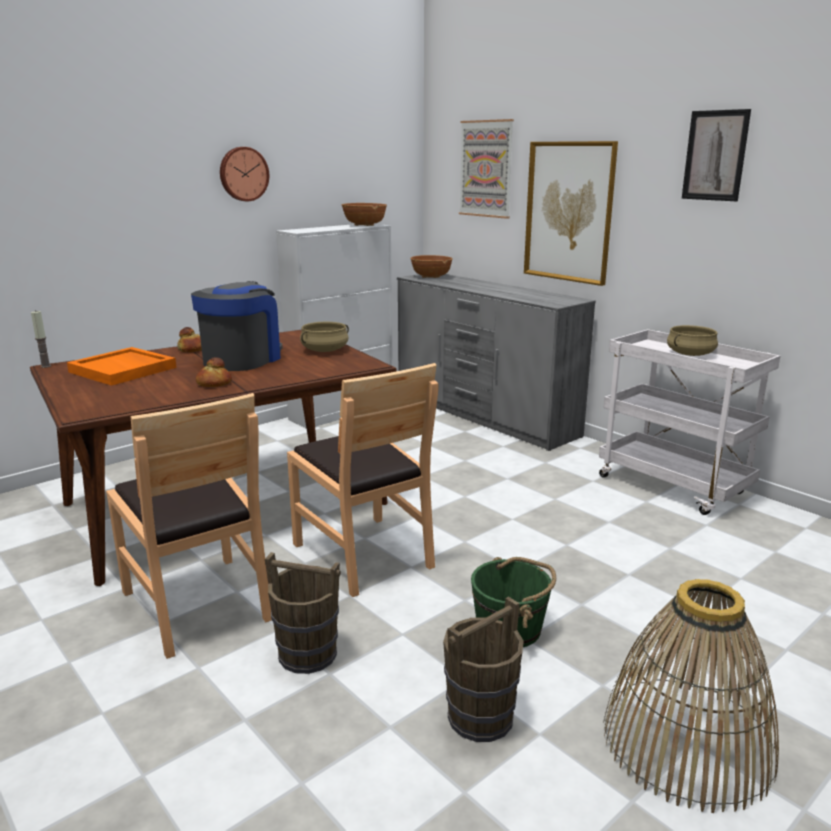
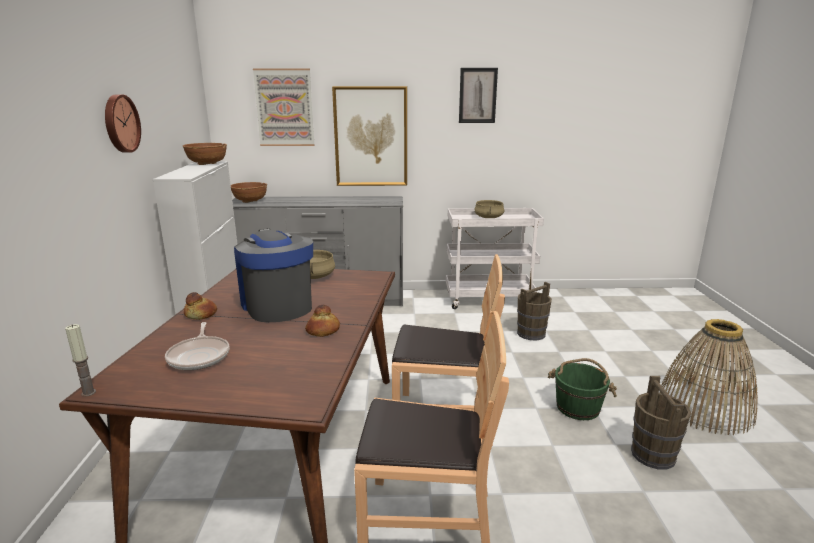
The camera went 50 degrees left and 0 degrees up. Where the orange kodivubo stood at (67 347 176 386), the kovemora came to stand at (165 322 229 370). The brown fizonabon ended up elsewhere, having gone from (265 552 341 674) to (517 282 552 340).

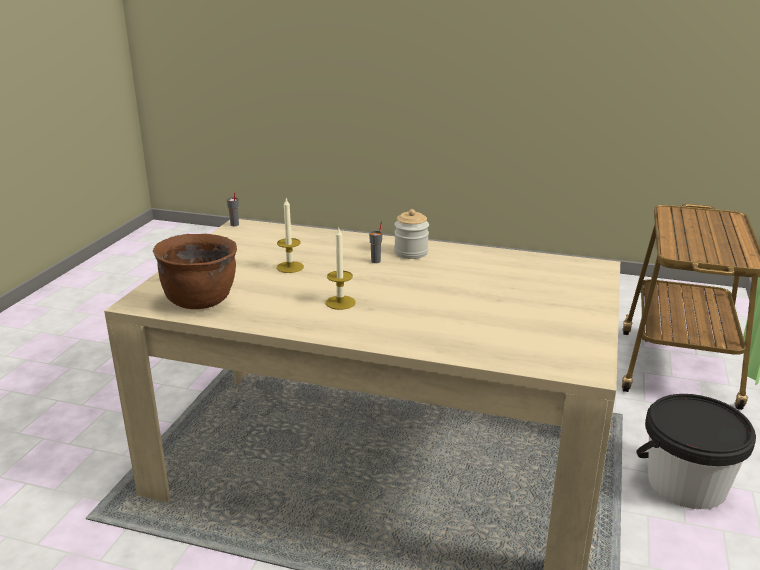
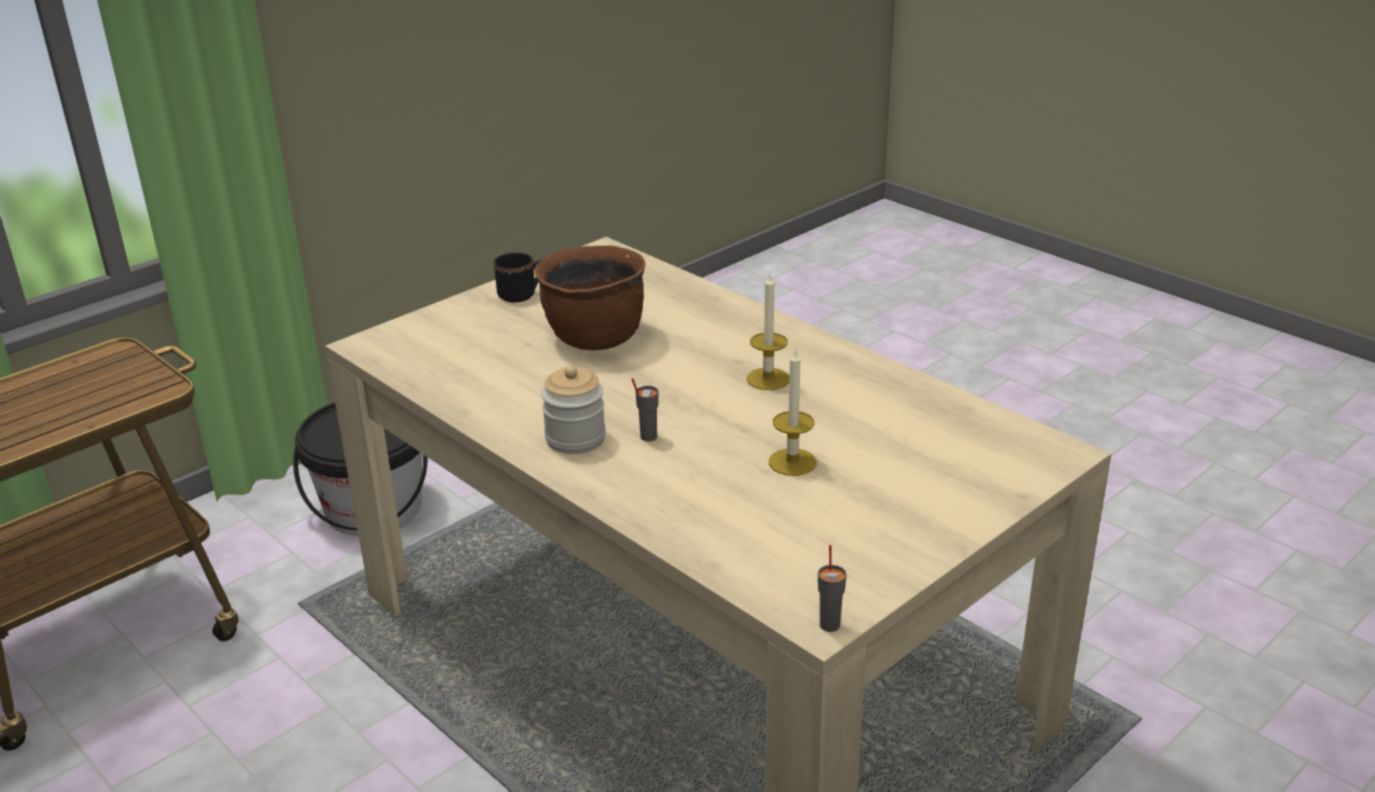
The camera went 150 degrees left and 5 degrees up. The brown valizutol ended up elsewhere, having gone from (153 234 237 309) to (534 245 645 350). The second view gained the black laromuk at (494 253 543 302).

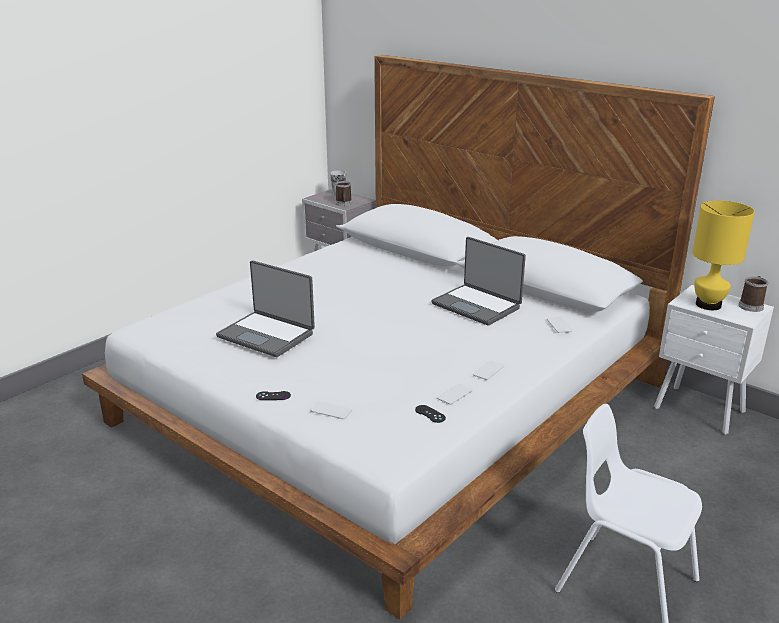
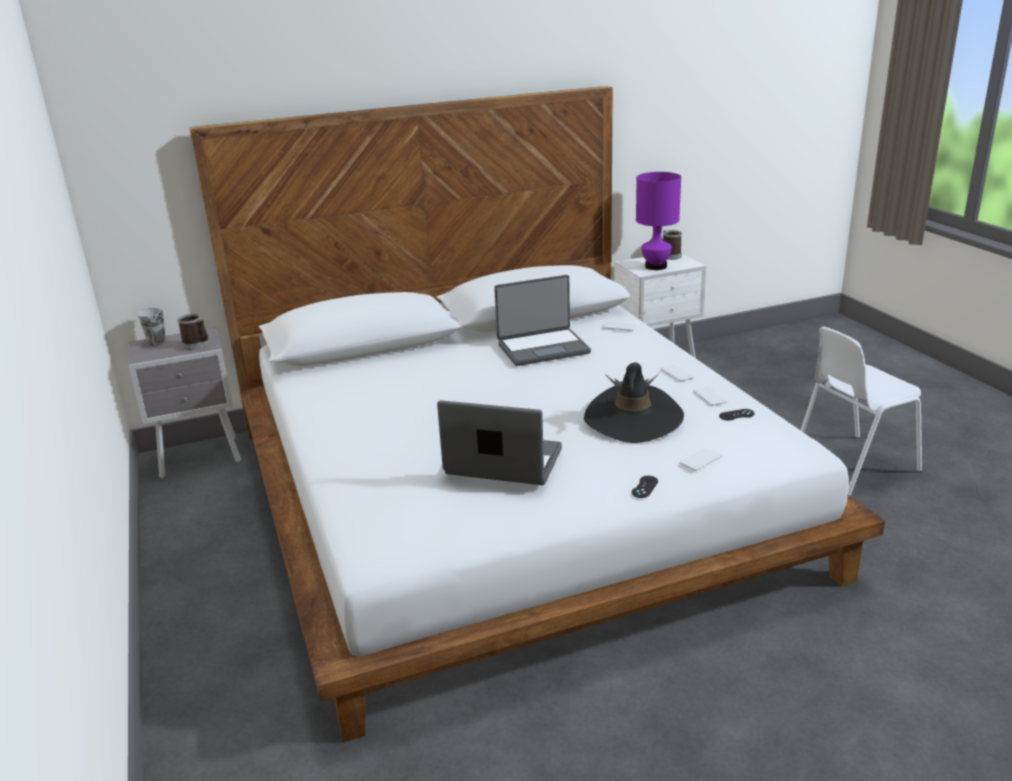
The camera went 60 degrees left and 0 degrees up. What was the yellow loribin at (692 201 755 310) turned into the purple loribin at (636 172 681 270). The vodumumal at (216 260 315 357) ended up facing another way, 135 degrees counterclockwise from before. The second view gained the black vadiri at (584 363 684 443).

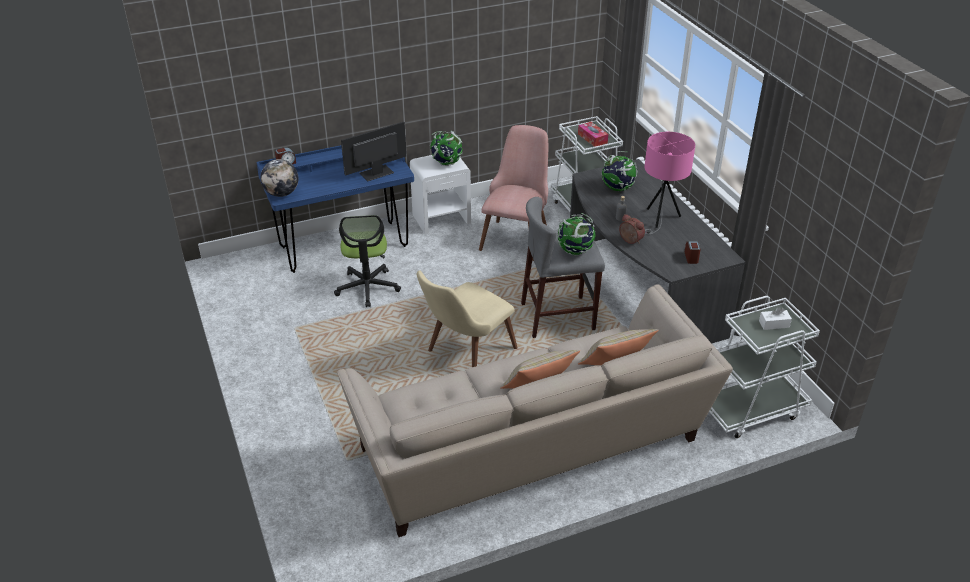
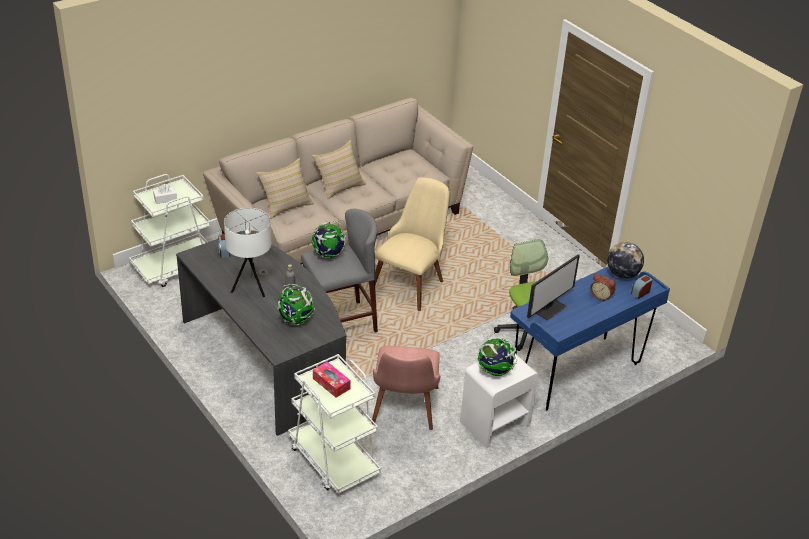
The camera went 165 degrees right and 0 degrees up. What was the pink loribin at (644 132 695 235) turned into the white loribin at (224 208 271 297). The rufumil ended up elsewhere, having gone from (619 214 645 244) to (591 274 616 301).

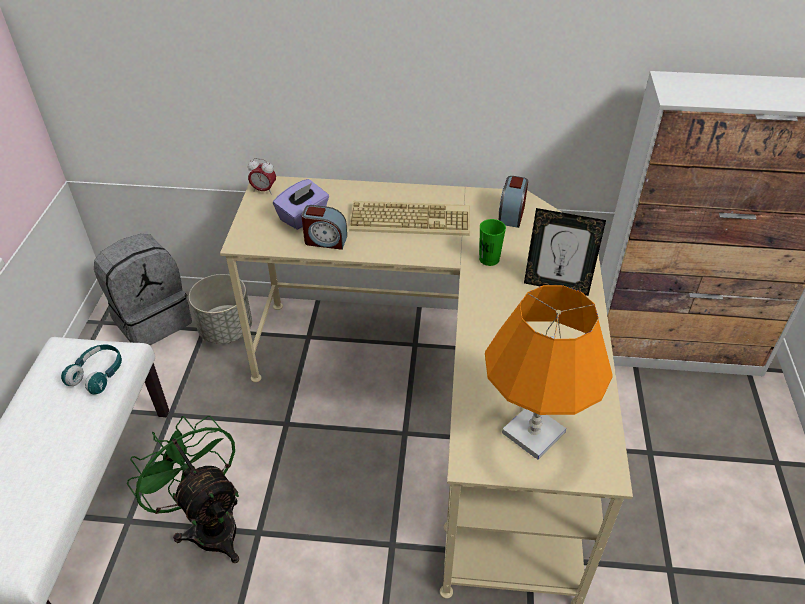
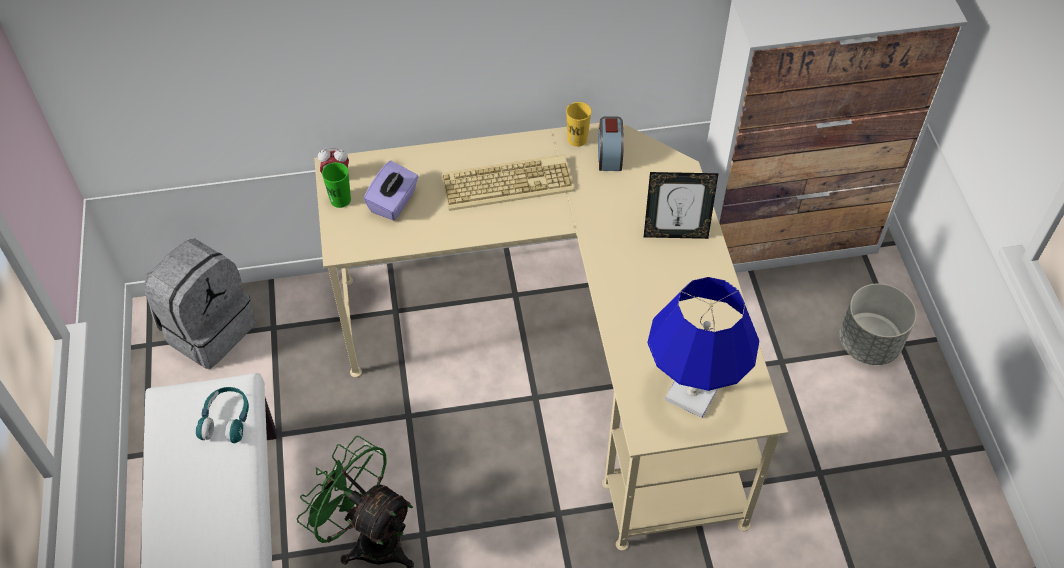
The camera went 15 degrees left and 10 degrees up. The second view lost the rufumil at (301 205 347 250). The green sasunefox ended up elsewhere, having gone from (479 219 506 266) to (322 162 351 208). The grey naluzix ended up elsewhere, having gone from (189 274 252 344) to (839 284 916 365). What was the orange loribin at (485 285 613 460) turned into the blue loribin at (647 277 759 418). The second view gained the yellow sasunefox at (566 102 592 147).

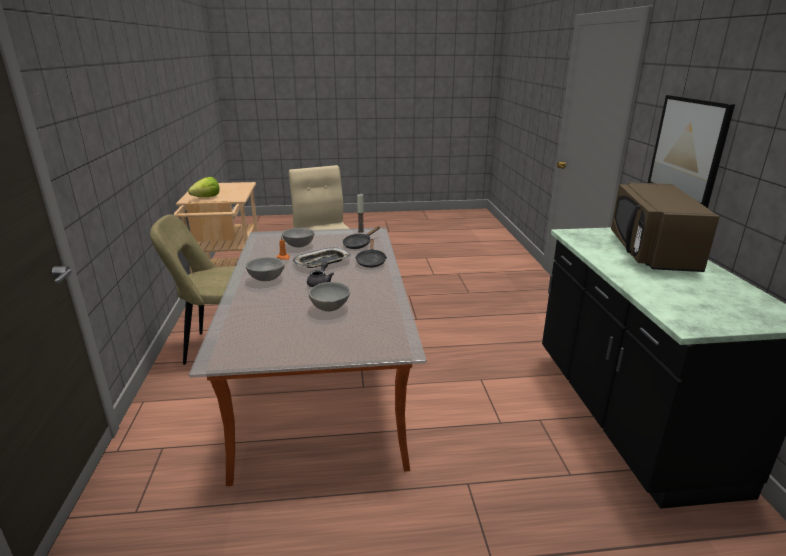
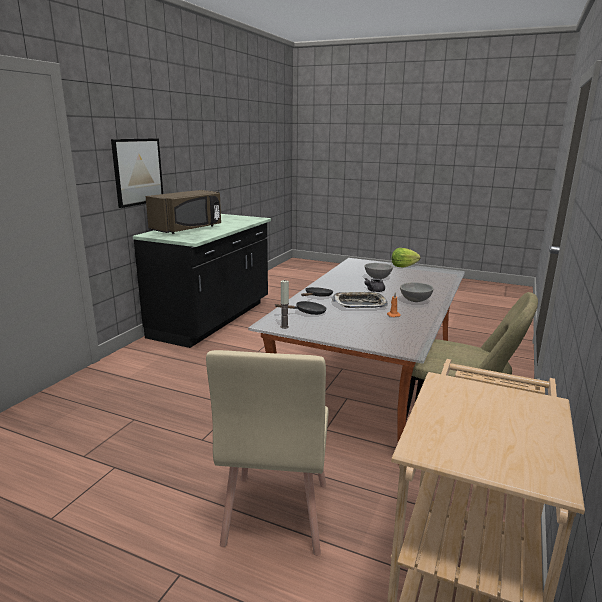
The camera went 150 degrees left and 5 degrees down. The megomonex ended up elsewhere, having gone from (188 177 220 197) to (392 248 420 267). The second view lost the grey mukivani at (282 228 314 247).

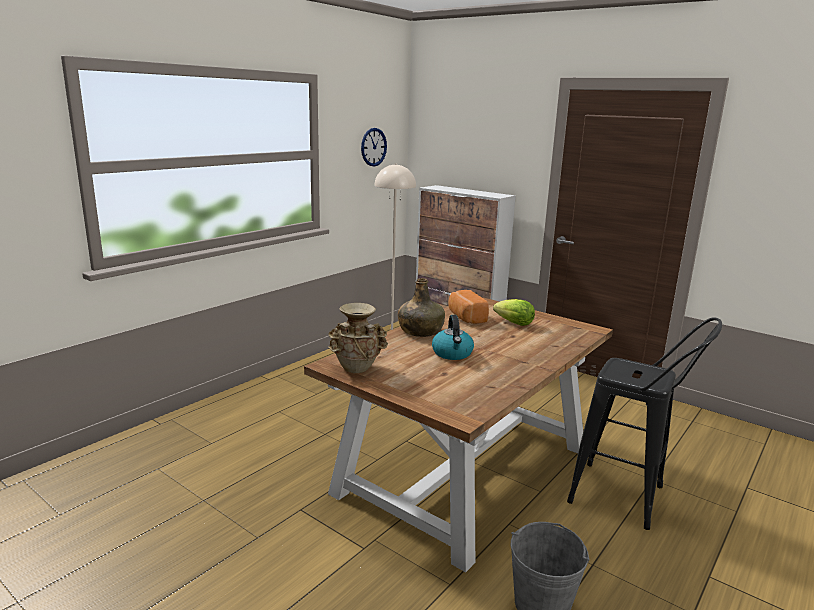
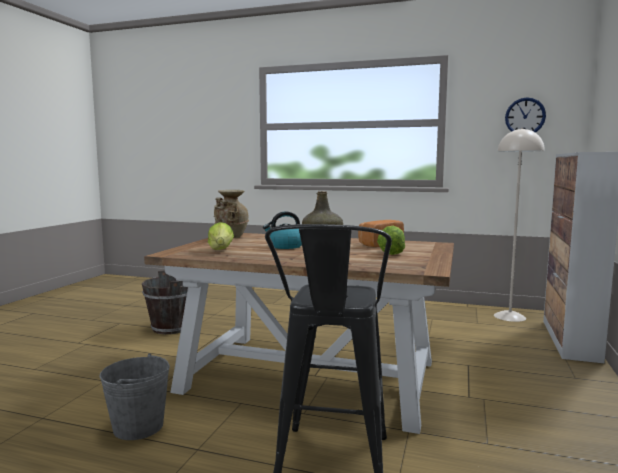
The camera went 70 degrees right and 10 degrees down. The second view gained the megomonex at (208 222 234 250). The second view gained the brown fizonabon at (142 270 188 334).

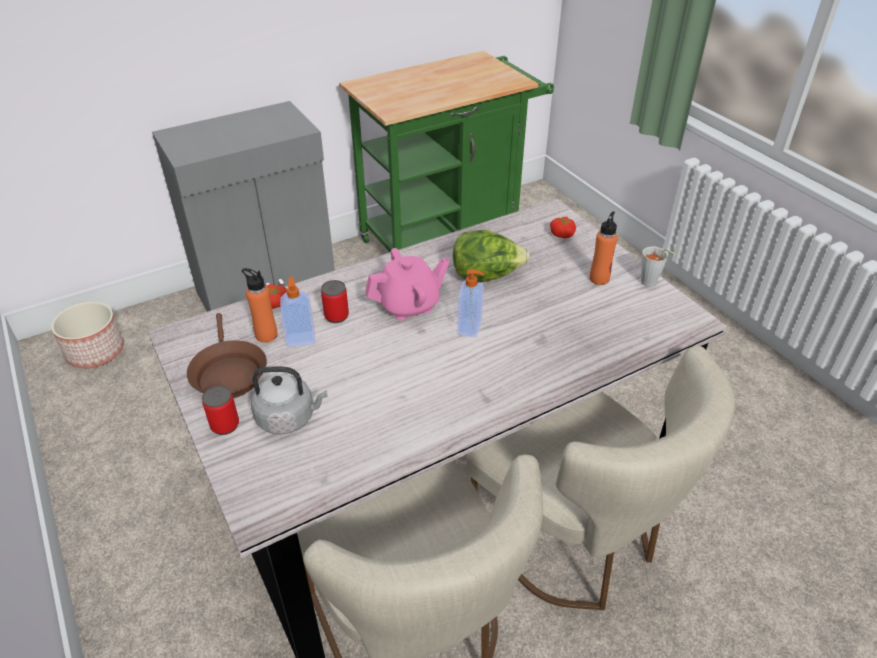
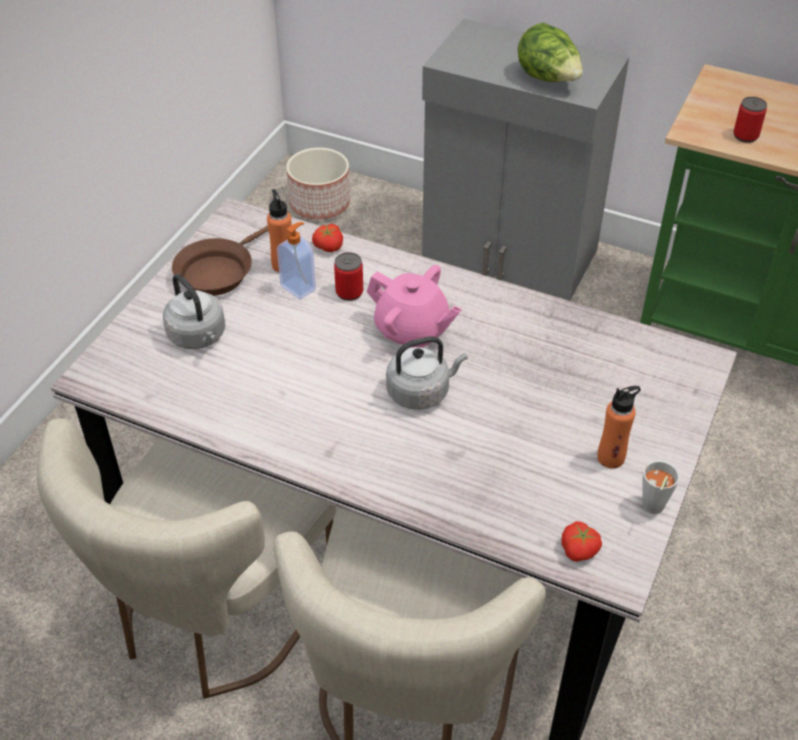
The camera went 55 degrees right and 5 degrees up. The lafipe ended up elsewhere, having gone from (550 217 576 238) to (561 521 602 562). The megomonex ended up elsewhere, having gone from (452 230 530 282) to (518 23 583 82). Where the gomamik stood at (458 269 484 337), the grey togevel came to stand at (386 336 468 410). The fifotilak ended up elsewhere, having gone from (202 385 239 435) to (733 97 767 143).

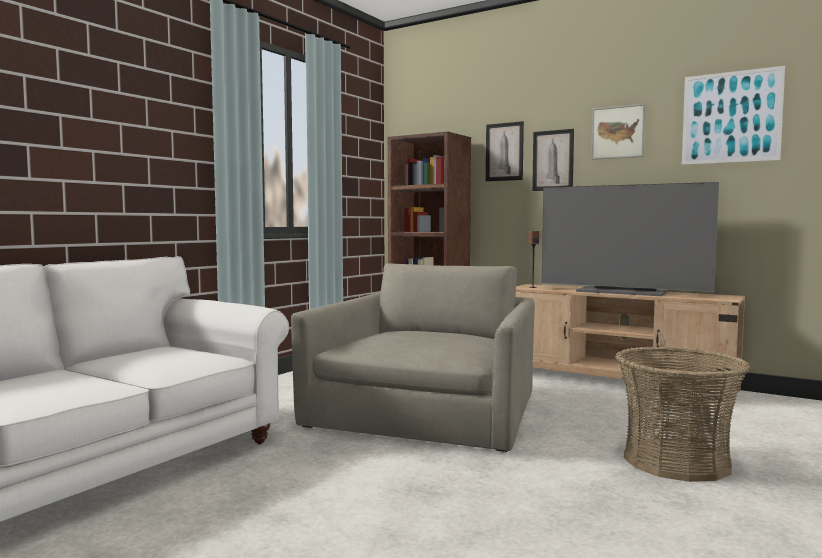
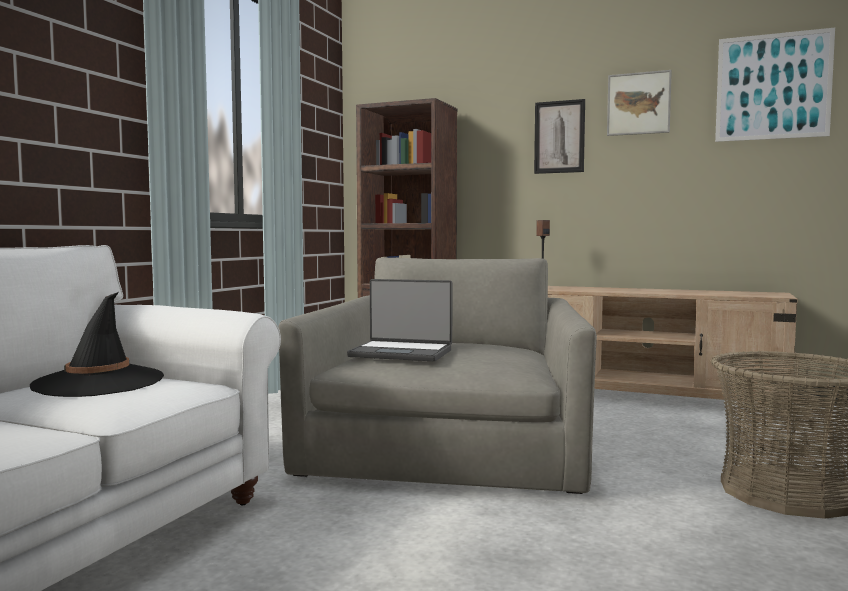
The camera went 10 degrees left and 0 degrees up. The second view lost the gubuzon at (486 121 524 181). The second view lost the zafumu at (542 182 719 296). The second view gained the vodumumal at (347 279 453 361). The second view gained the black vadiri at (30 292 164 397).

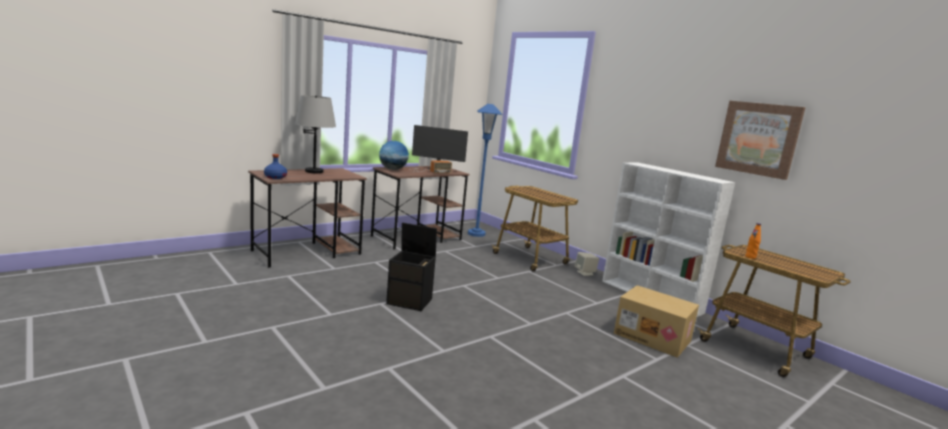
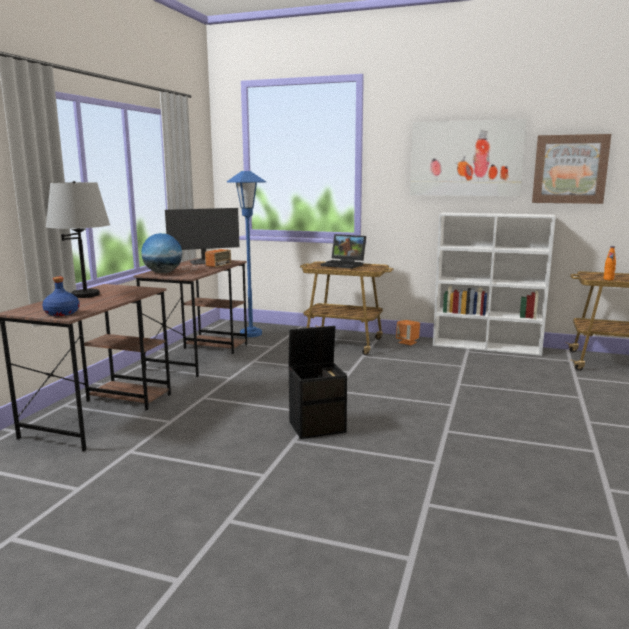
The camera went 30 degrees left and 0 degrees up. What was the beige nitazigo at (575 252 599 276) turned into the orange nitazigo at (396 320 420 345). The second view lost the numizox at (614 285 699 358). The second view gained the gubuzon at (410 119 527 196). The second view gained the vodumumal at (321 234 366 269).

